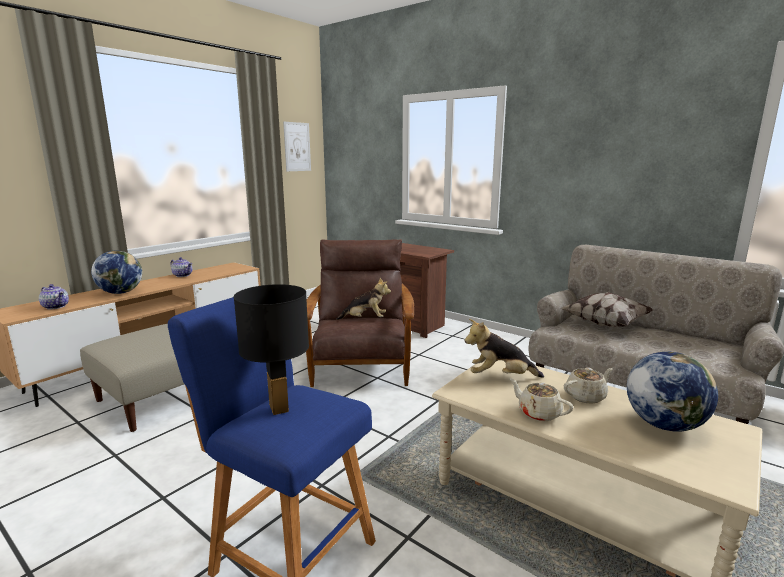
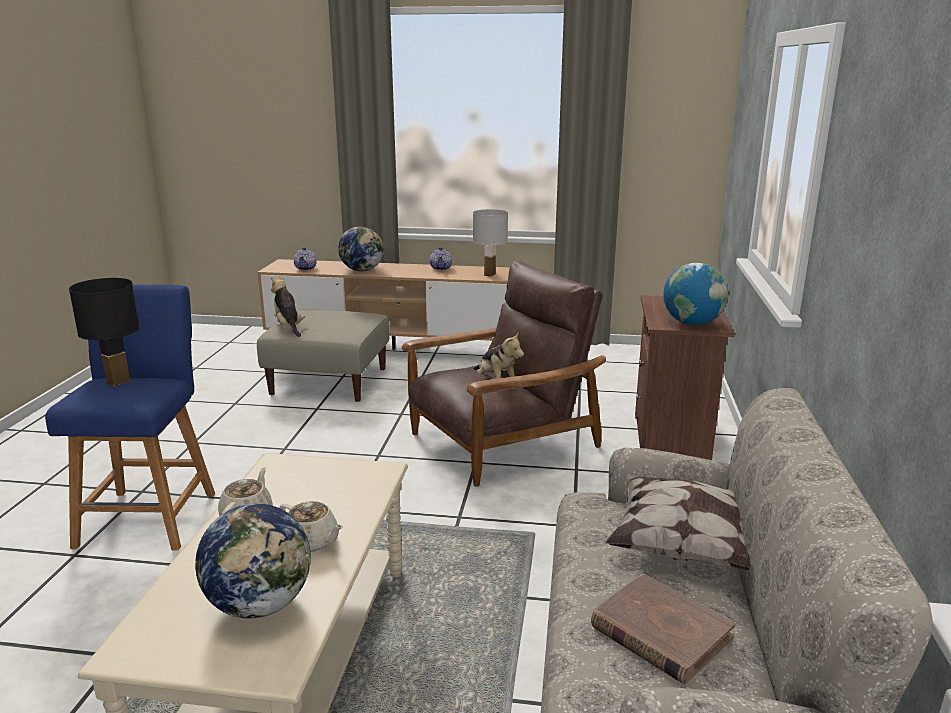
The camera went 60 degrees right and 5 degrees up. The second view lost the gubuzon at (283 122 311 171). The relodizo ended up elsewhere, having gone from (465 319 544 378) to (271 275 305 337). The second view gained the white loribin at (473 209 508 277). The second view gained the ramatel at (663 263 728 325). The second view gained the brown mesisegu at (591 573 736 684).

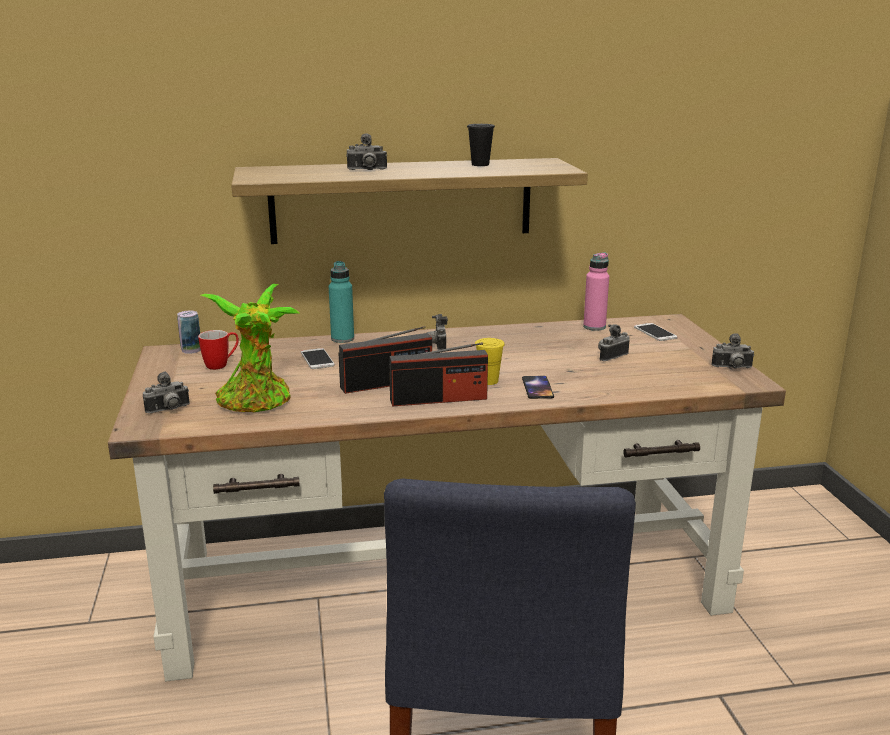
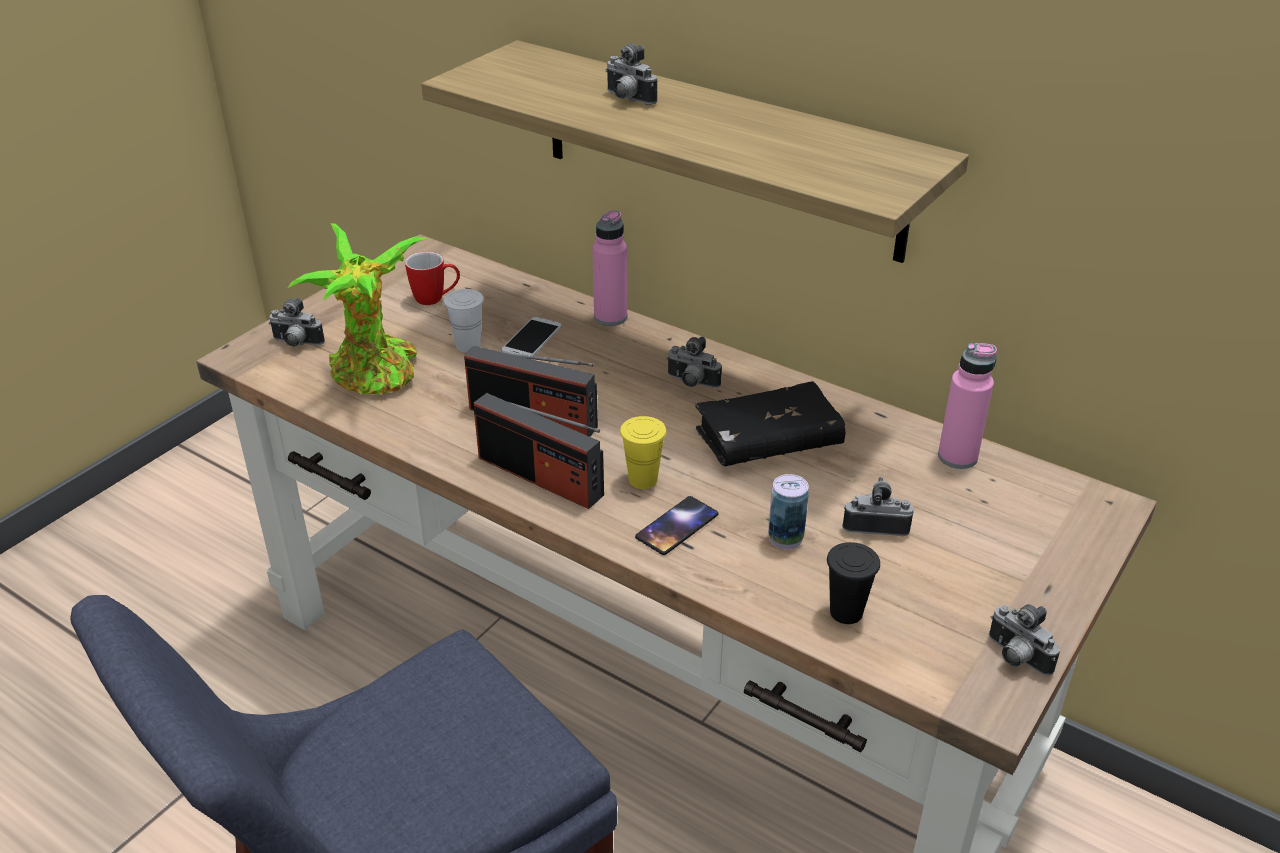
The camera went 45 degrees right and 15 degrees up. The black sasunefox ended up elsewhere, having gone from (467 124 495 166) to (827 542 880 624). What was the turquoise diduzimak at (329 261 354 343) turned into the pink diduzimak at (592 210 627 326). The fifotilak ended up elsewhere, having gone from (177 311 201 354) to (768 474 809 550). The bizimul at (427 314 448 350) ended up facing another way, 105 degrees counterclockwise from before. The second view lost the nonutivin at (634 323 678 341). The second view gained the white sasunefox at (444 289 484 353). The second view gained the black mesisegu at (695 381 846 466).

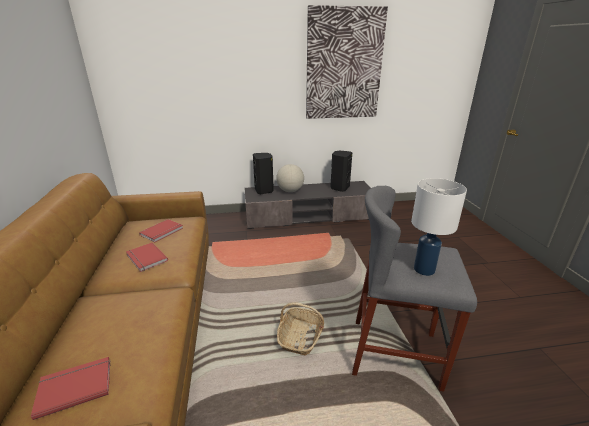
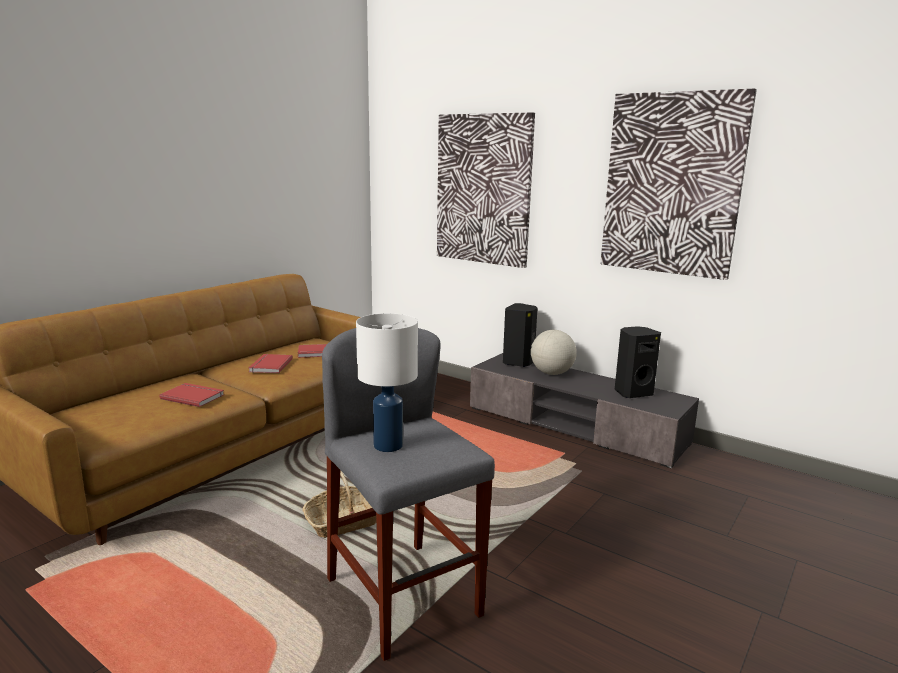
The camera went 45 degrees right and 10 degrees down. The red mesisegu ended up elsewhere, having gone from (31 357 111 420) to (160 383 224 407). The second view gained the gubuzon at (437 112 535 268).

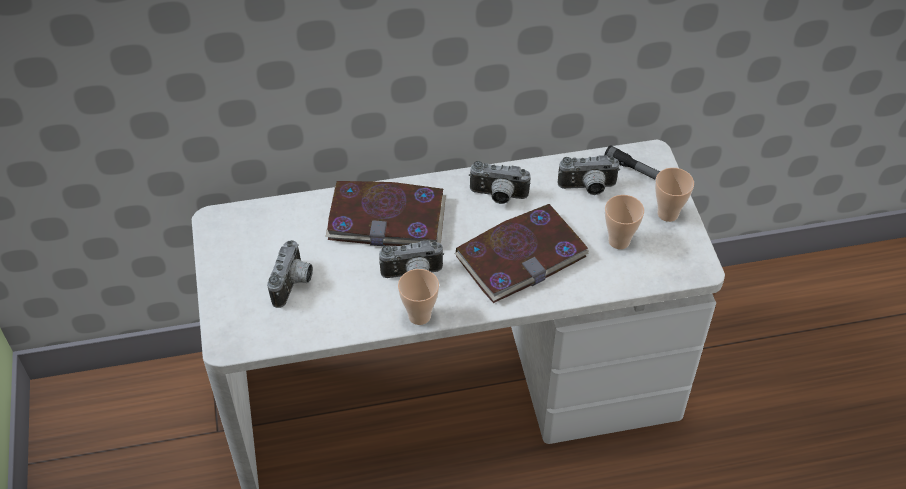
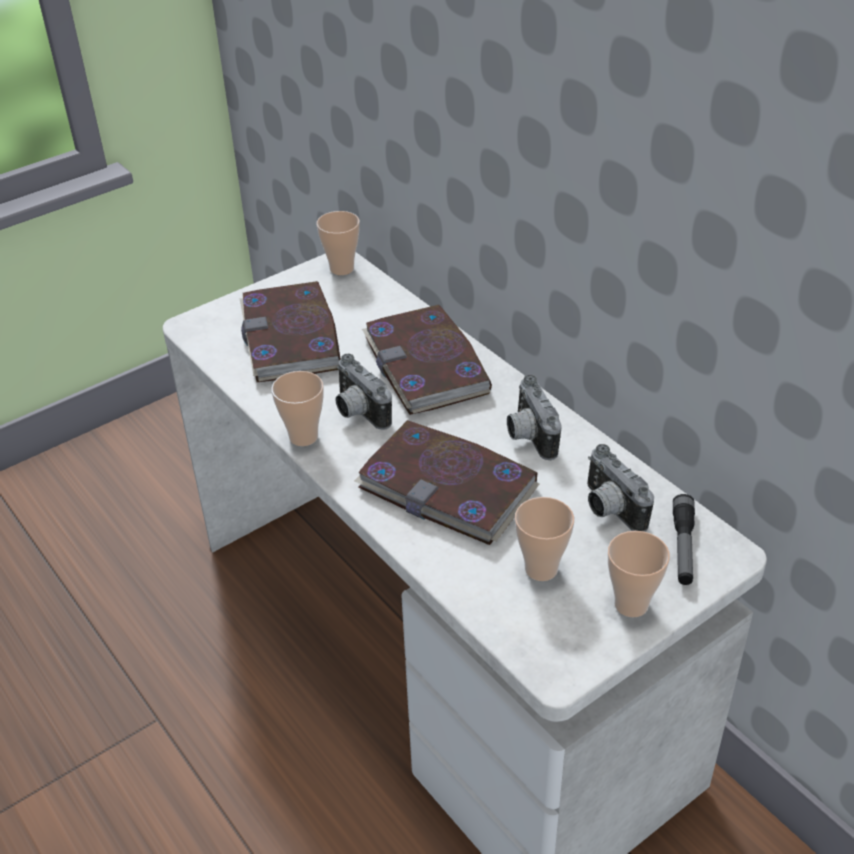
The camera went 65 degrees right and 10 degrees down. Where the bizimul stood at (267 240 313 308), the mesisegu came to stand at (240 281 341 382). The second view gained the sasunefox at (316 211 360 275).

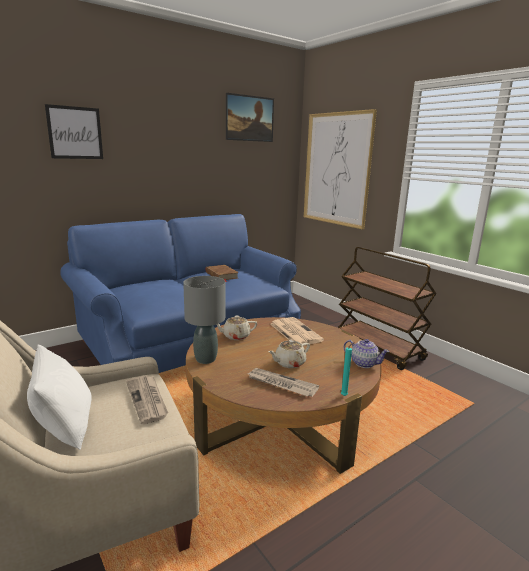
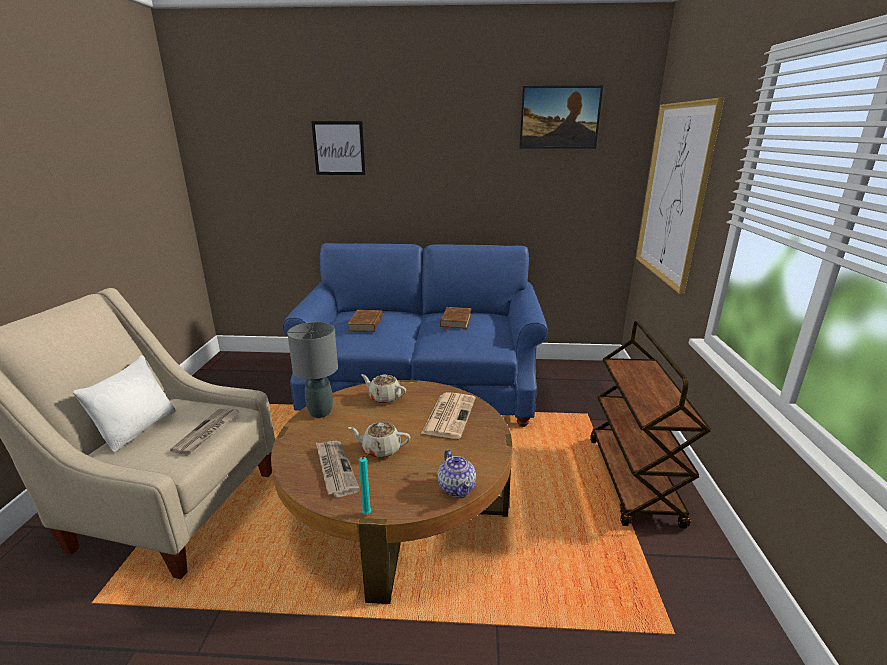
The camera went 40 degrees right and 5 degrees up. The second view gained the brown mesisegu at (347 310 383 332).

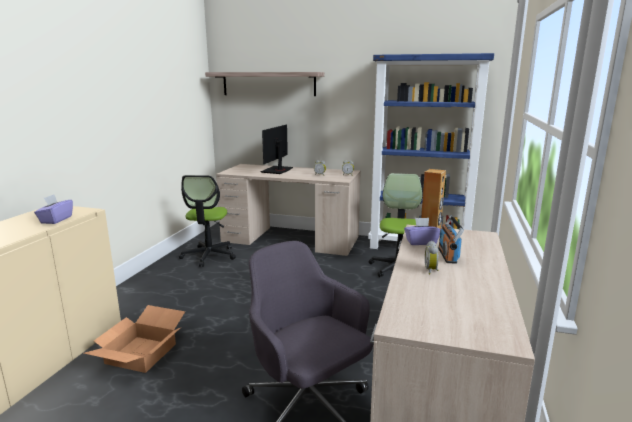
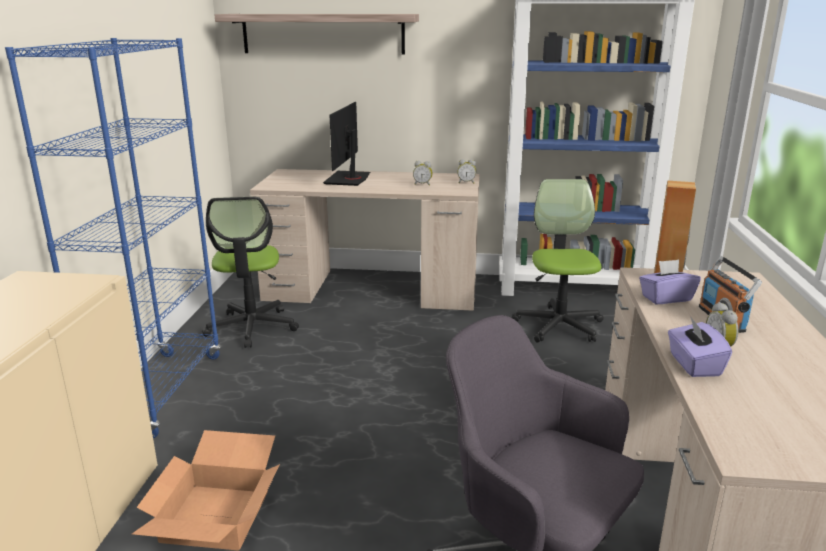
The camera went 10 degrees left and 5 degrees up. The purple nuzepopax ended up elsewhere, having gone from (34 194 73 224) to (668 318 732 377). The second view gained the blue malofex at (5 38 221 438).

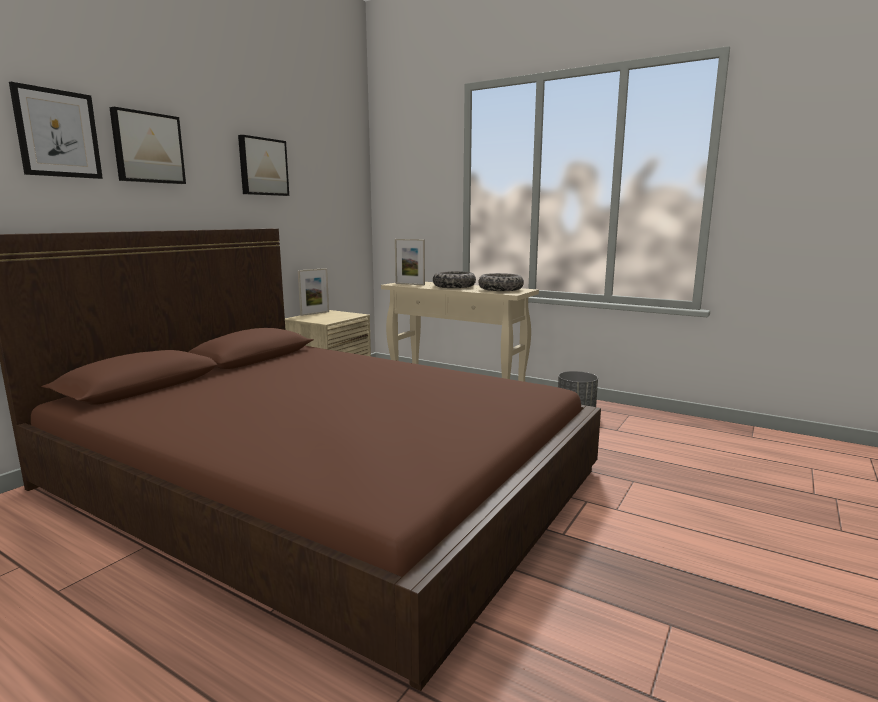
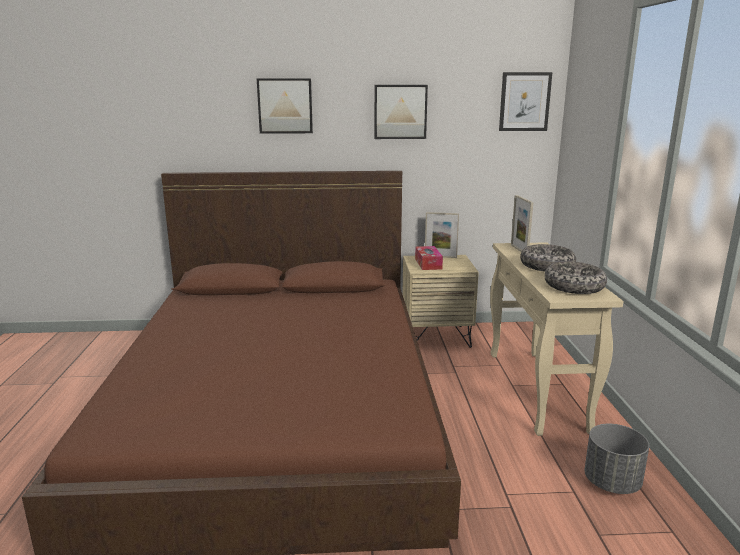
The camera went 55 degrees right and 5 degrees up. The gubuzon ended up elsewhere, having gone from (9 82 103 179) to (499 72 552 131). The second view gained the nuzepopax at (415 246 443 270).

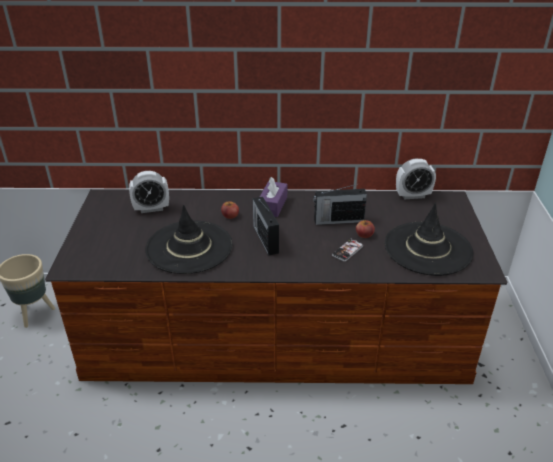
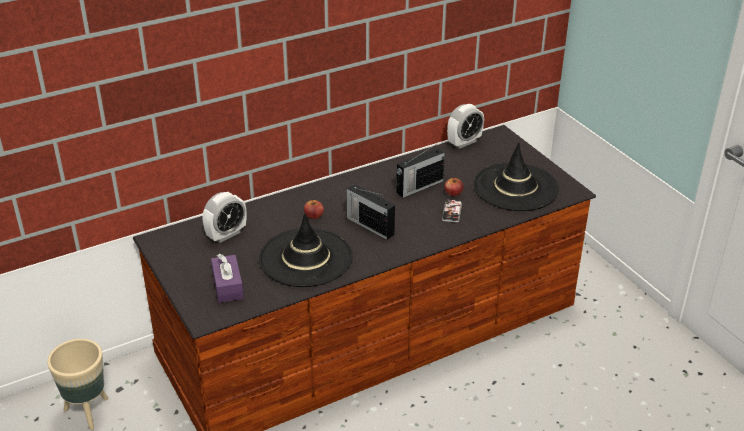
The camera went 30 degrees left and 0 degrees up. The purple nuzepopax ended up elsewhere, having gone from (260 177 287 217) to (211 254 244 303).

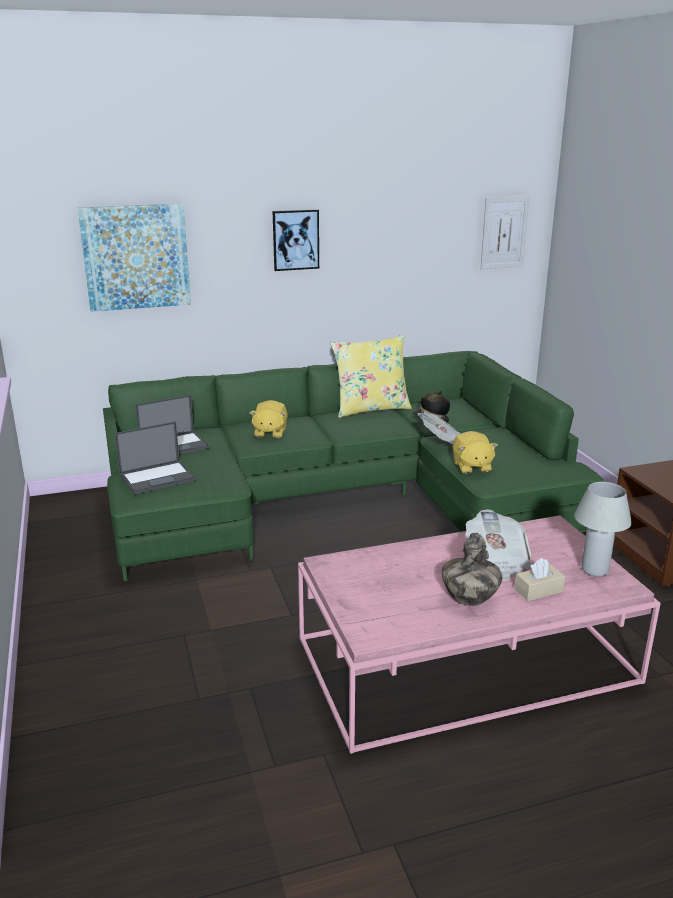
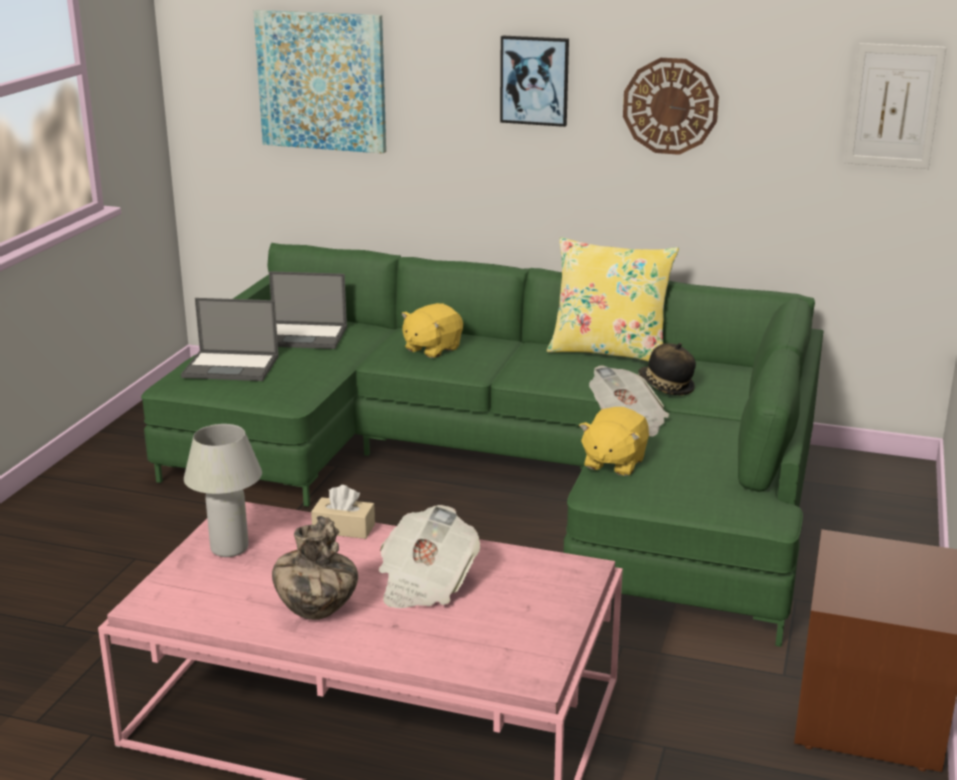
The camera went 35 degrees right and 0 degrees up. The white loribin ended up elsewhere, having gone from (574 482 632 577) to (184 424 262 557). The beige nuzepopax ended up elsewhere, having gone from (515 558 565 601) to (311 485 375 539). The second view gained the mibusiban at (623 58 719 155).

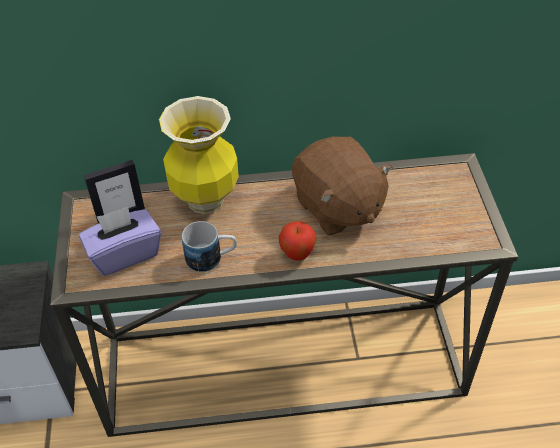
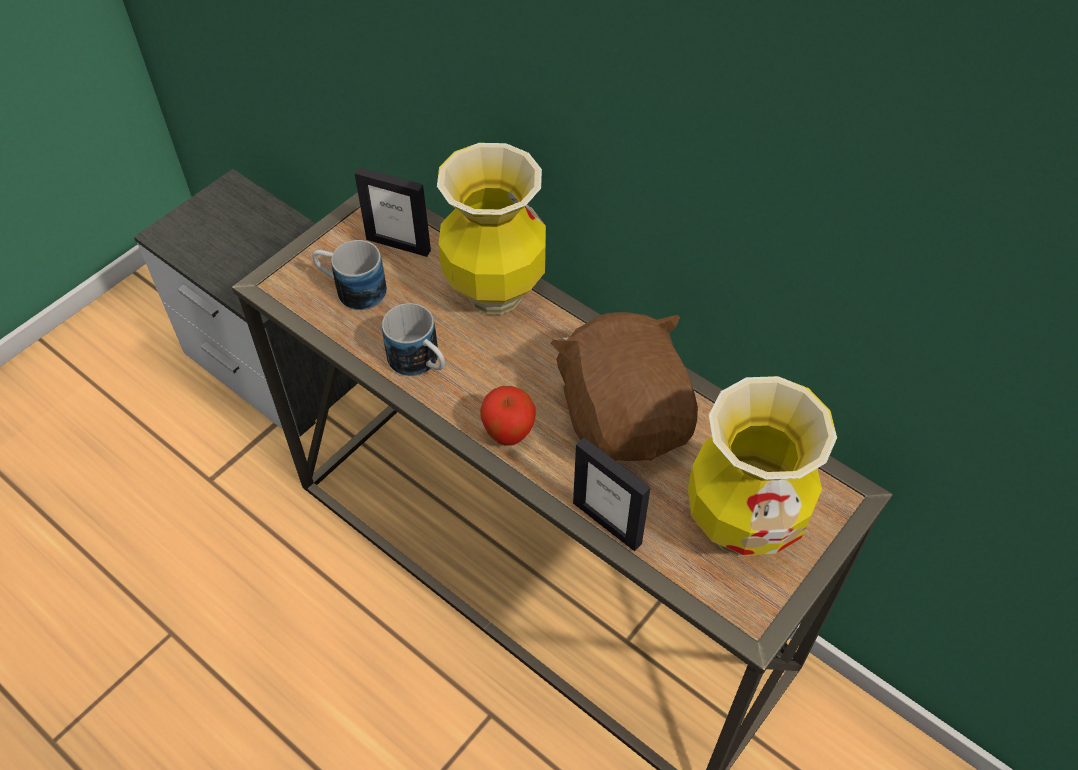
The camera went 45 degrees right and 5 degrees up. The brown relodizo at (292 136 393 236) ended up facing another way, 150 degrees clockwise from before. Where the purple nuzepopax stood at (79 207 161 276), the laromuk came to stand at (312 240 387 310). The second view gained the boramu at (687 376 837 557). The second view gained the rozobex at (573 438 651 551).

